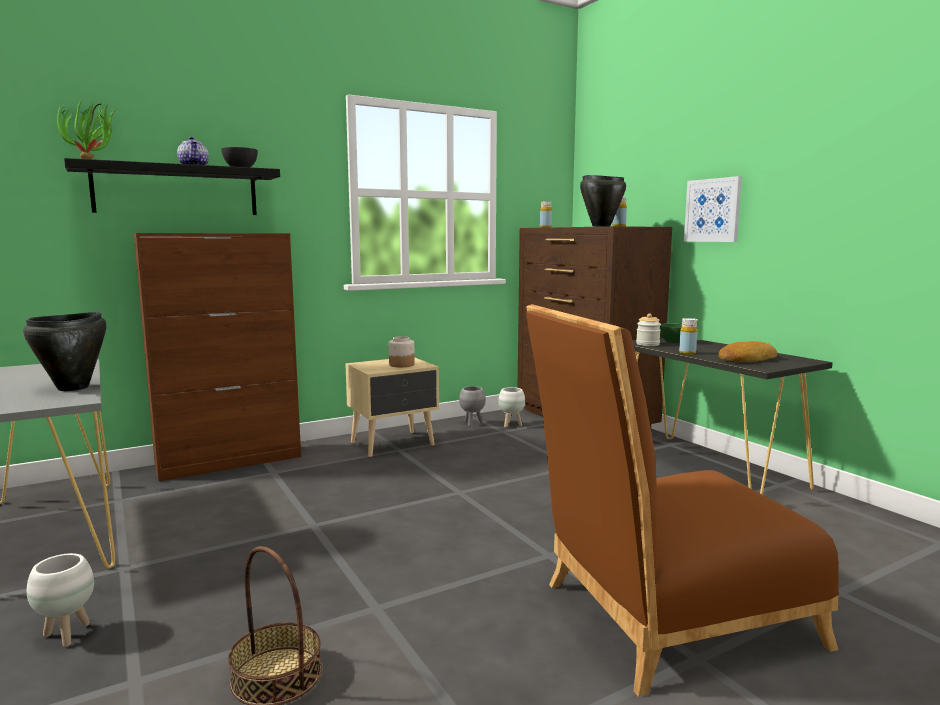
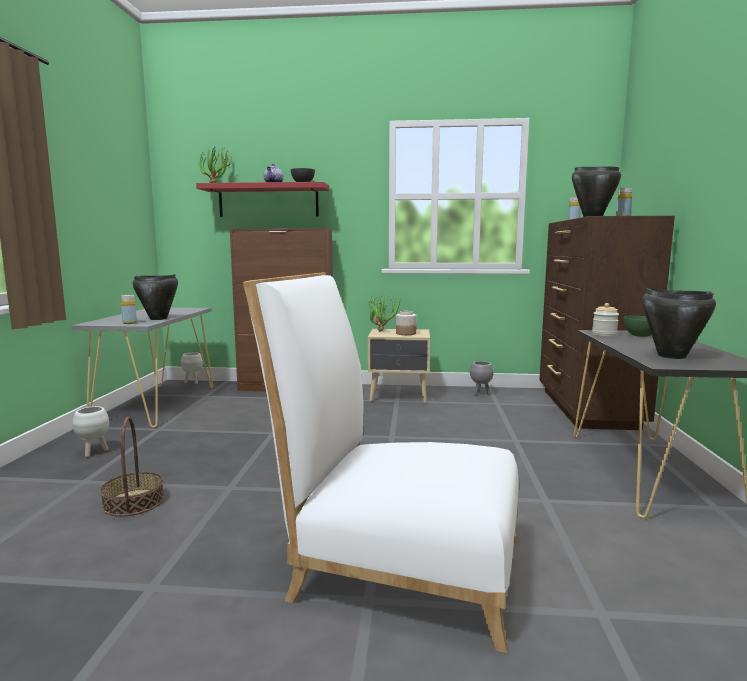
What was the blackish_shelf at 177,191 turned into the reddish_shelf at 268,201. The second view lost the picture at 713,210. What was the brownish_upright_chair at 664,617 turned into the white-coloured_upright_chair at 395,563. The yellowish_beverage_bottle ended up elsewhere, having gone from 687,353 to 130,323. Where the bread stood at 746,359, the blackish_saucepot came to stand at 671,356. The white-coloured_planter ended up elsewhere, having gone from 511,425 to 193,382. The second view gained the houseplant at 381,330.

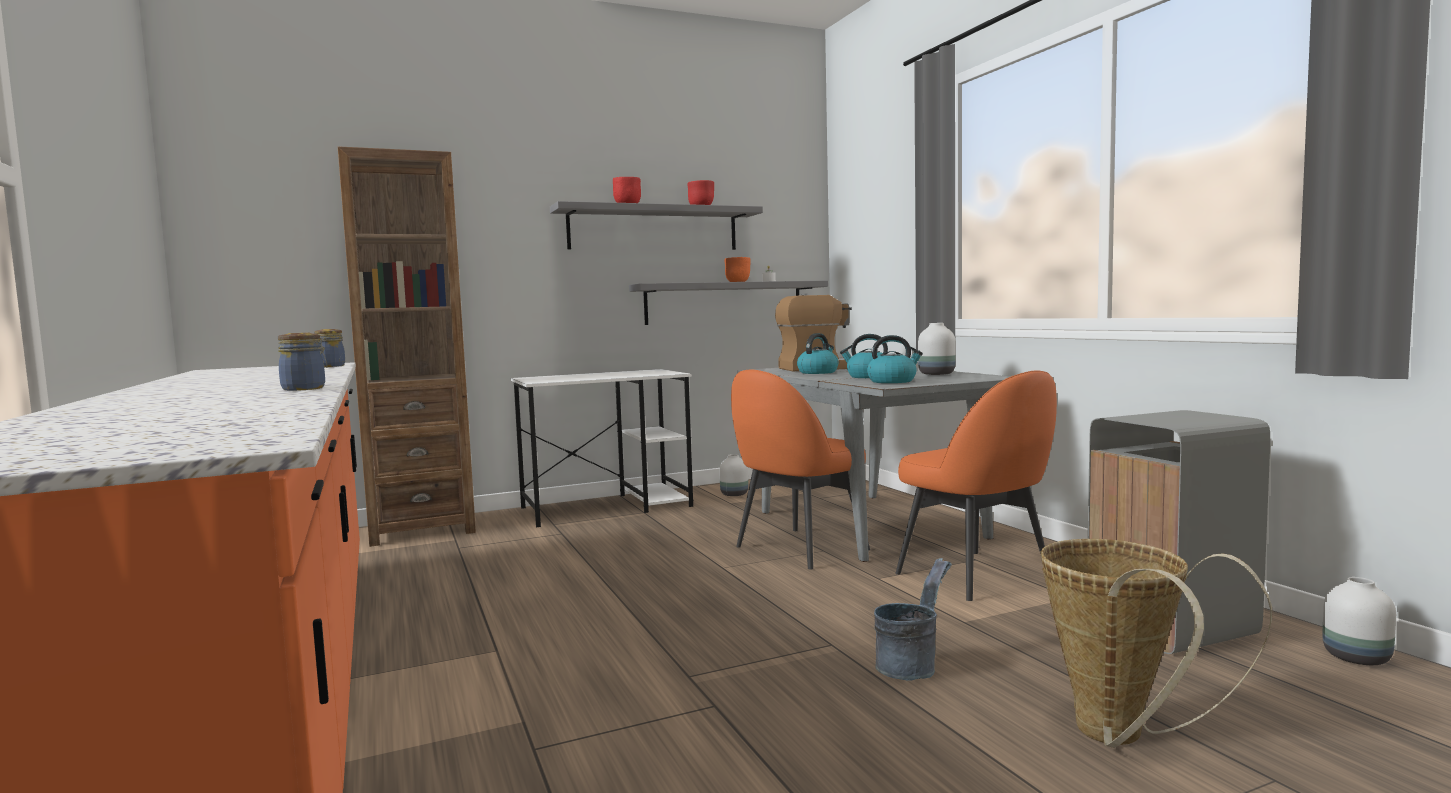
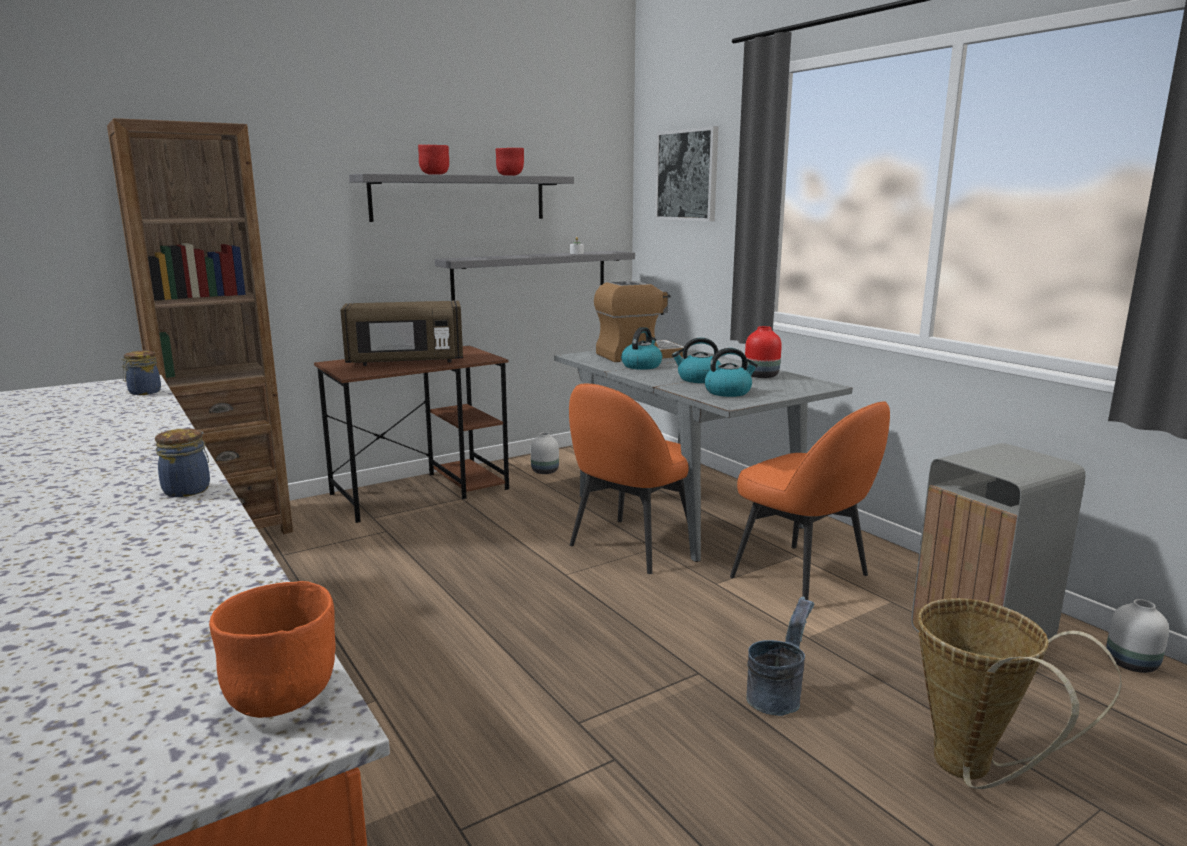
The orange_bowl ended up elsewhere, having gone from 738,282 to 286,698. What was the white-coloured_decorative_vase at 936,374 turned into the reddish_decorative_vase at 761,376. What was the white-coloured_desk at 607,507 turned into the brownish_desk at 421,491. The second view gained the picture at 687,175. The second view gained the brownish_microwave_oven at 405,362.

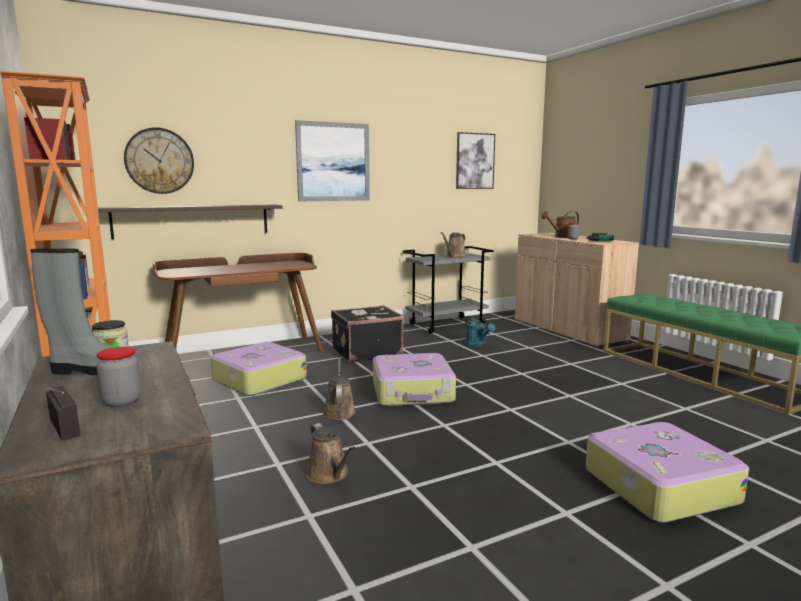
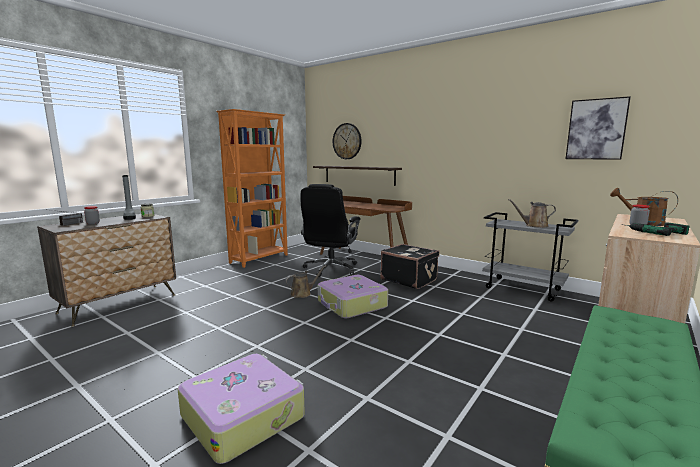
The second view lost the picture at 333,162. The second view lost the turquoise_watering_can at 477,345. Where the travel_case stood at 258,379, the blackish_desk_chair came to stand at 330,269. The second view lost the brownish_watering_can at 329,475.

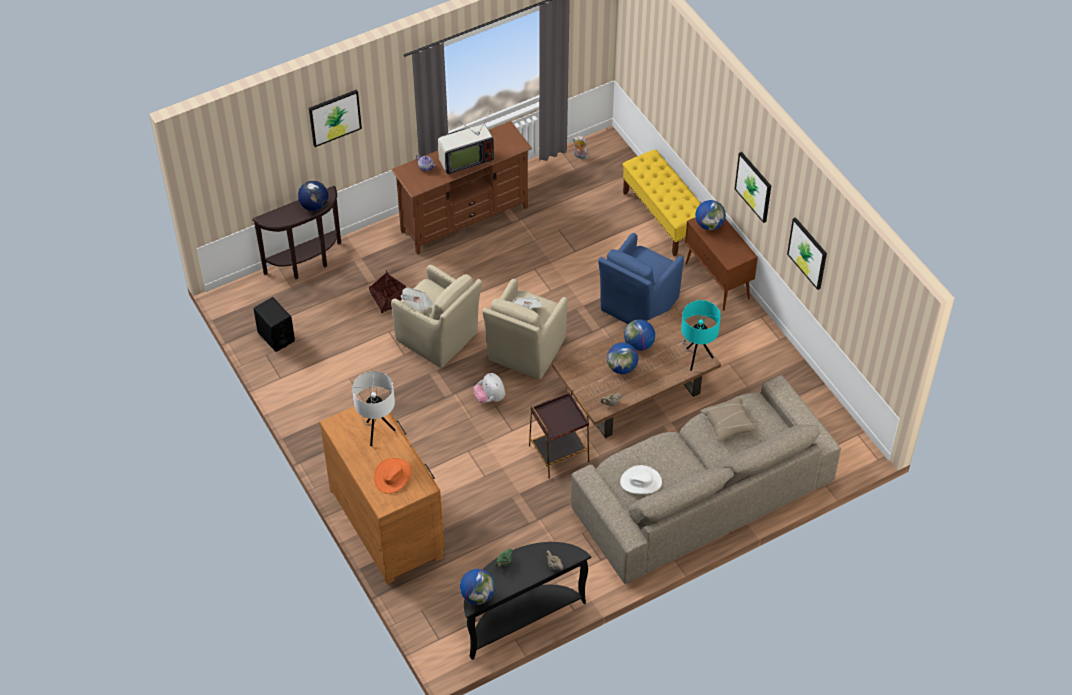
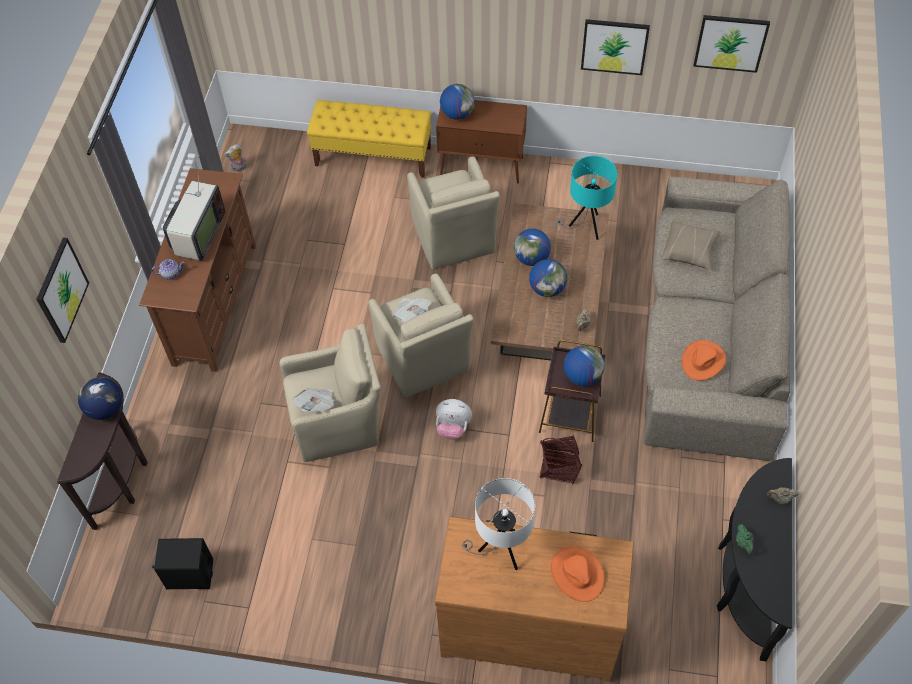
The picture ended up elsewhere, having gone from 754,186 to 730,42. What was the blue_lounge_chair at 638,305 turned into the beige_lounge_chair at 453,239. The basket ended up elsewhere, having gone from 388,301 to 559,467. What was the white-coloured_wearable_hat at 641,481 turned into the orange_wearable_hat at 703,361. The desk_globe ended up elsewhere, having gone from 478,595 to 582,376.

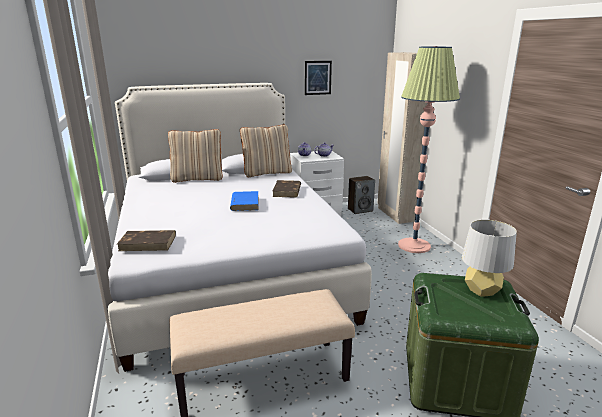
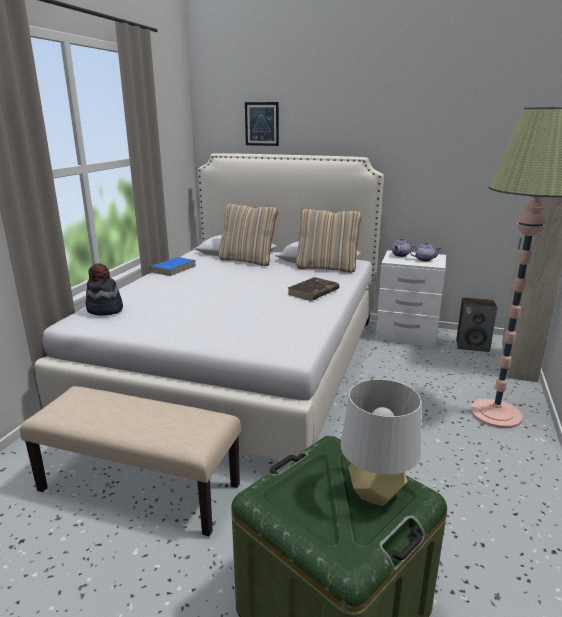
The picture ended up elsewhere, having gone from 317,77 to 261,124. The blue_volume ended up elsewhere, having gone from 244,203 to 173,268. Where the brownish_volume stood at 148,243, the wearable_hat came to stand at 105,310.

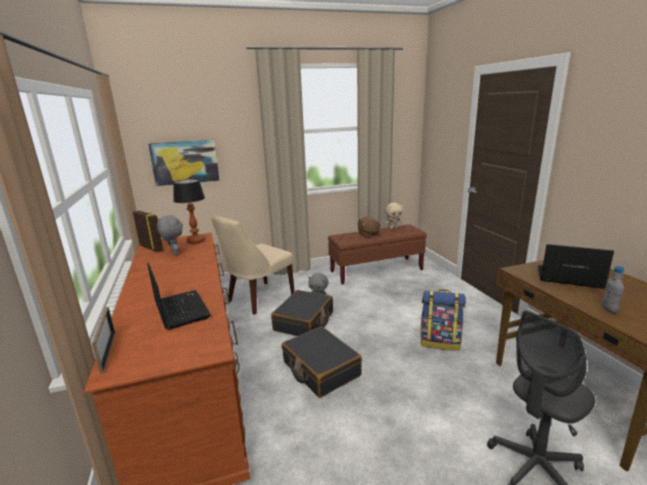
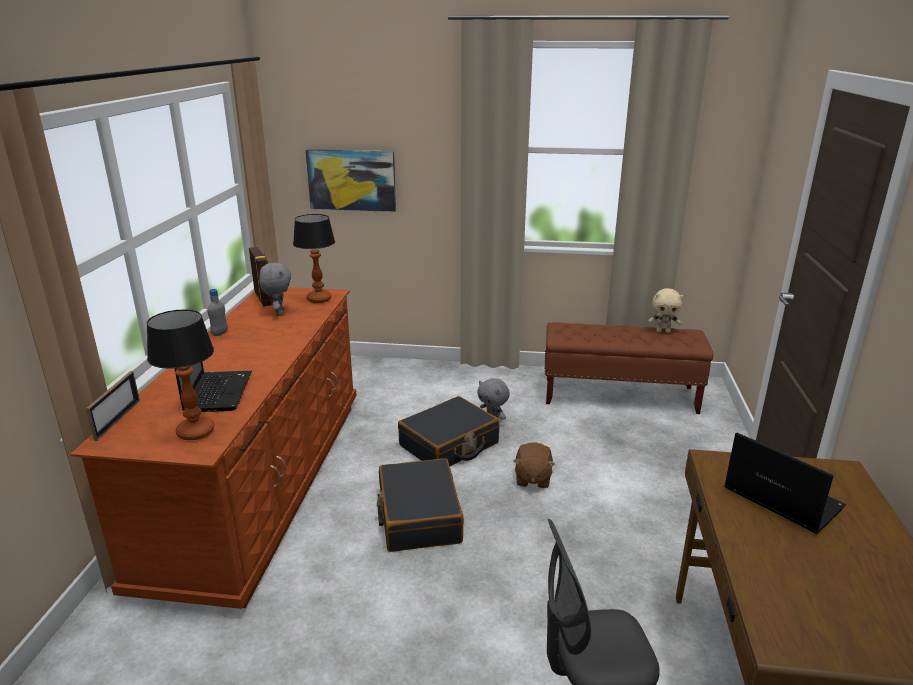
The second view lost the beige_upright_chair at 258,299. The brownish_plush_toy ended up elsewhere, having gone from 368,234 to 532,478. The grey_beverage_bottle ended up elsewhere, having gone from 609,310 to 220,333. The second view lost the backpack at 440,342. The second view gained the table_lamp at 195,432.

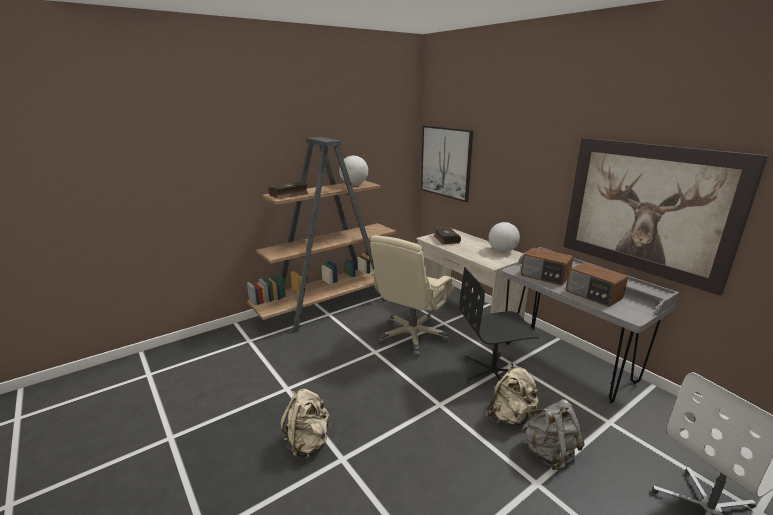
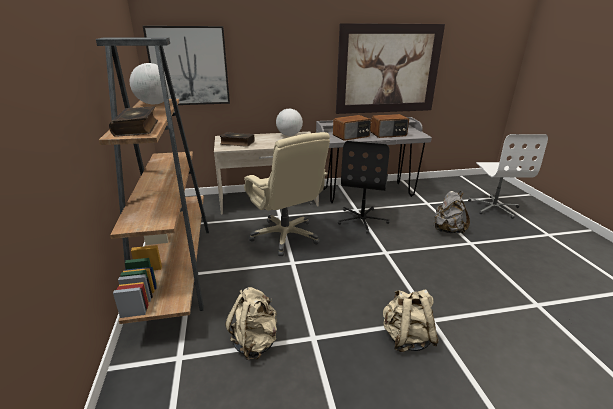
The beige_backpack ended up elsewhere, having gone from 510,417 to 255,342.

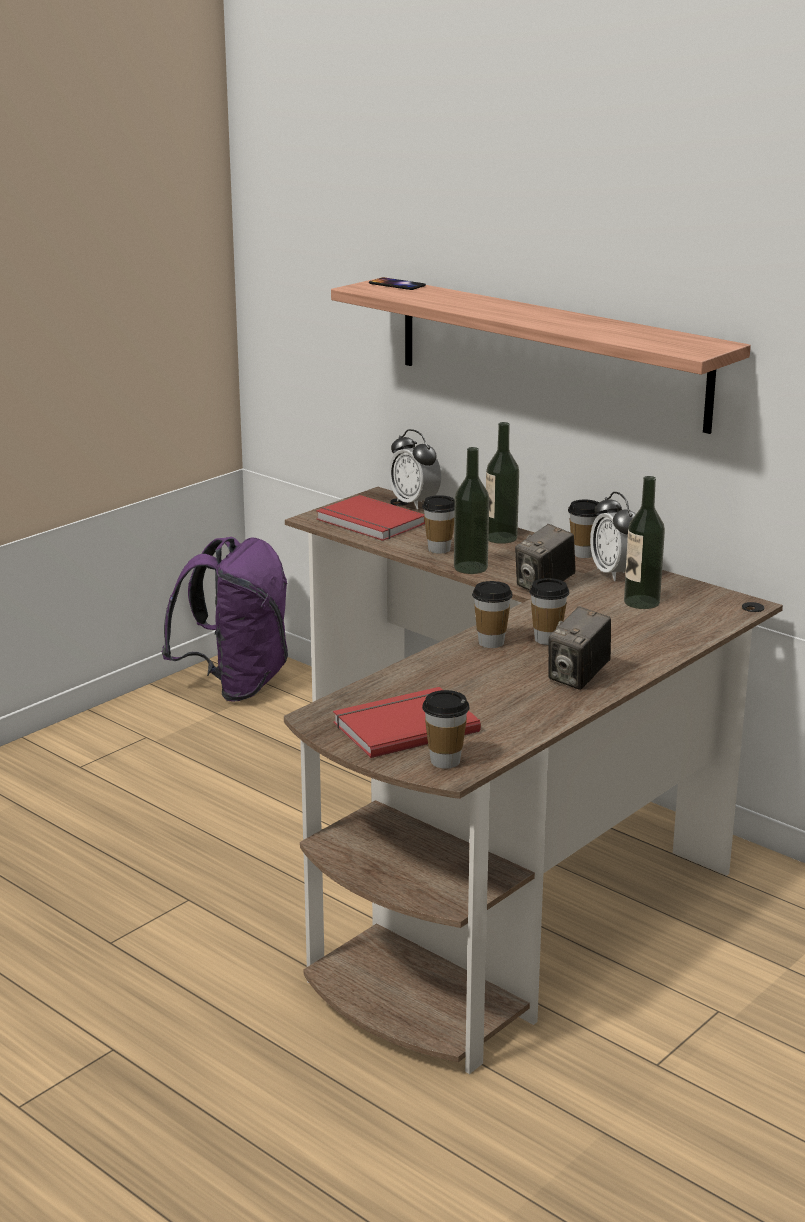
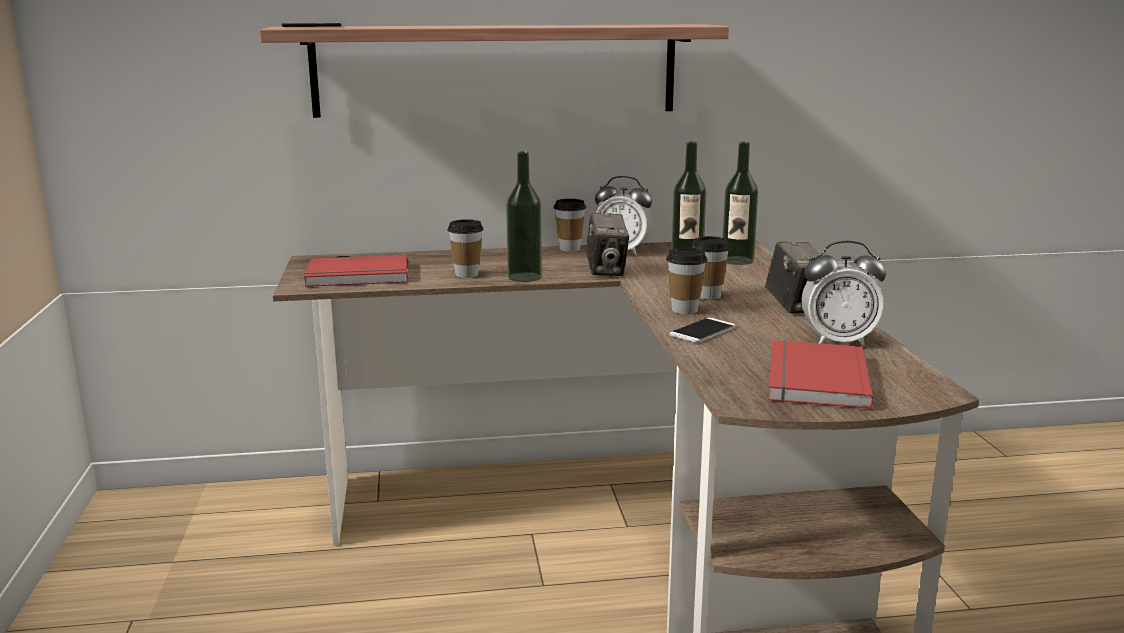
The beverage_bottle ended up elsewhere, having gone from 501,538 to 737,260. The alarm_clock ended up elsewhere, having gone from 414,503 to 838,341. The second view lost the purple_backpack at 236,685. The second view lost the small_cup at 445,761. The second view gained the telephone at 702,331.

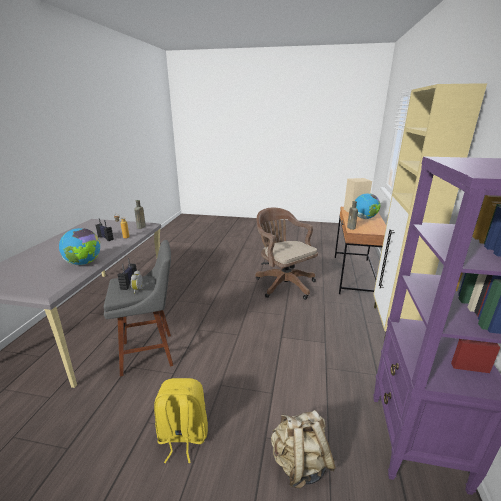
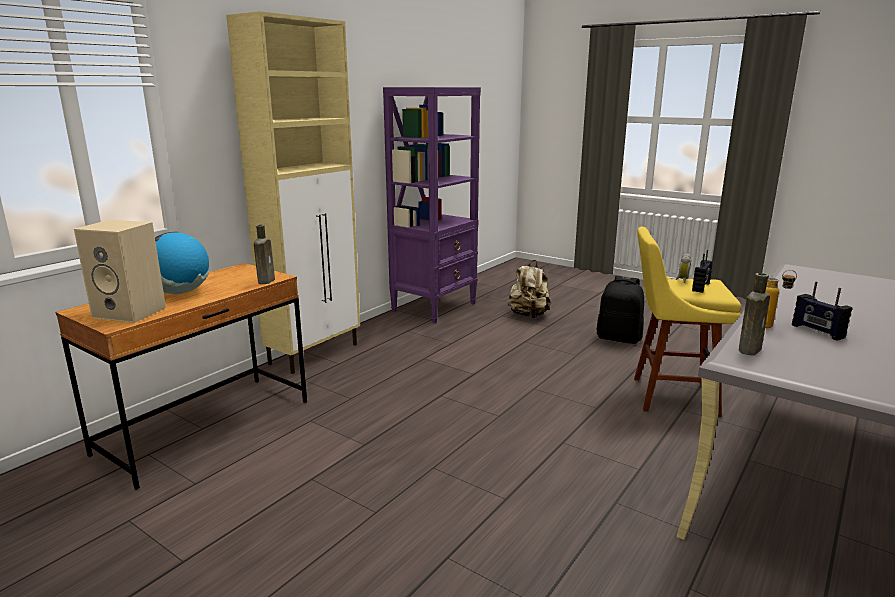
The second view lost the brownish_desk_chair at 283,283. The second view lost the desk_globe at 84,263. What was the grey_stool_seat at 151,353 turned into the yellowish_stool_seat at 669,396. What was the yellowish_backpack at 182,436 turned into the blackish_backpack at 619,338.

